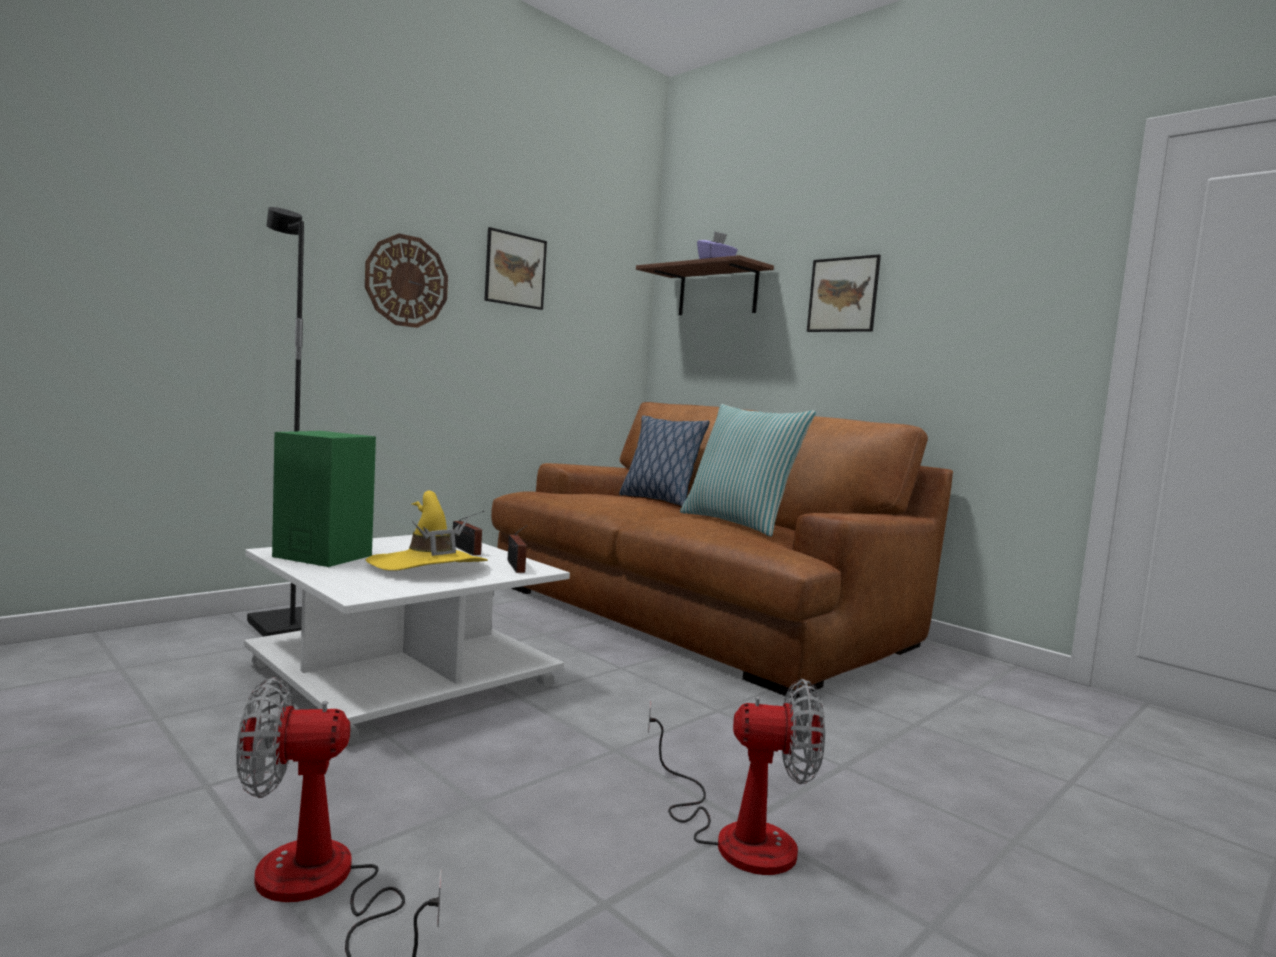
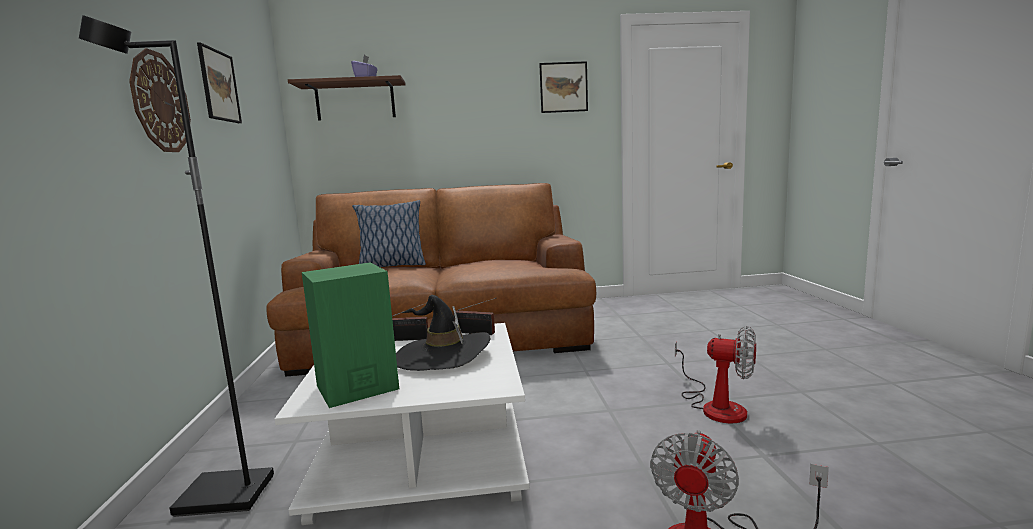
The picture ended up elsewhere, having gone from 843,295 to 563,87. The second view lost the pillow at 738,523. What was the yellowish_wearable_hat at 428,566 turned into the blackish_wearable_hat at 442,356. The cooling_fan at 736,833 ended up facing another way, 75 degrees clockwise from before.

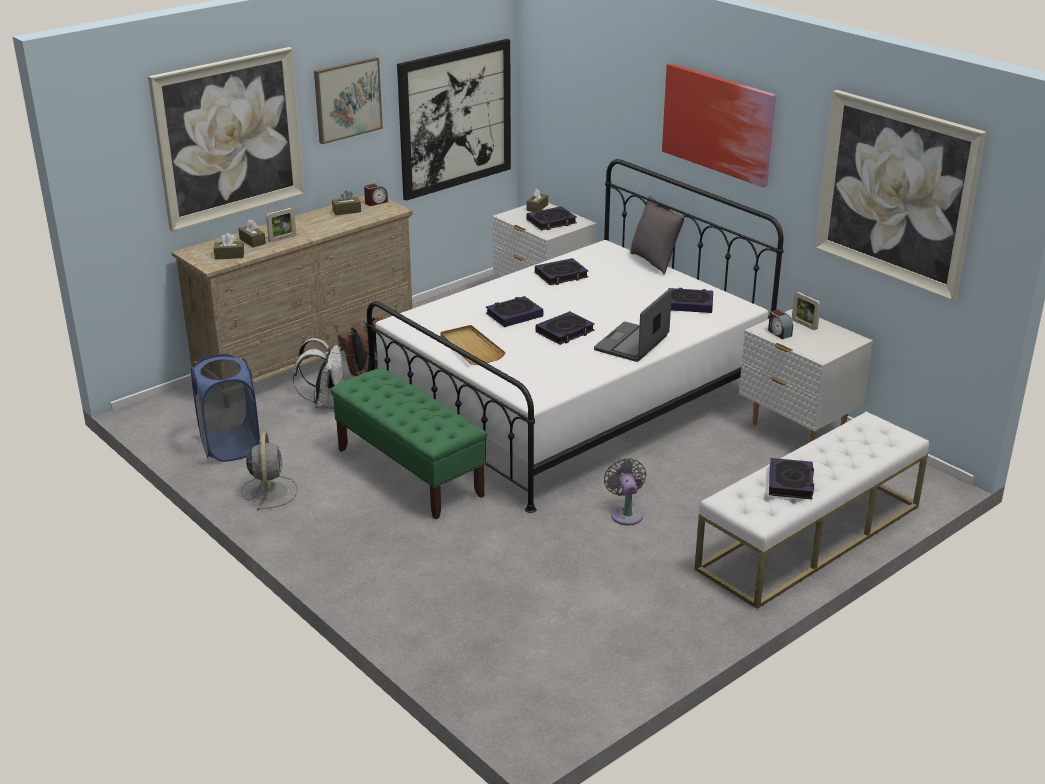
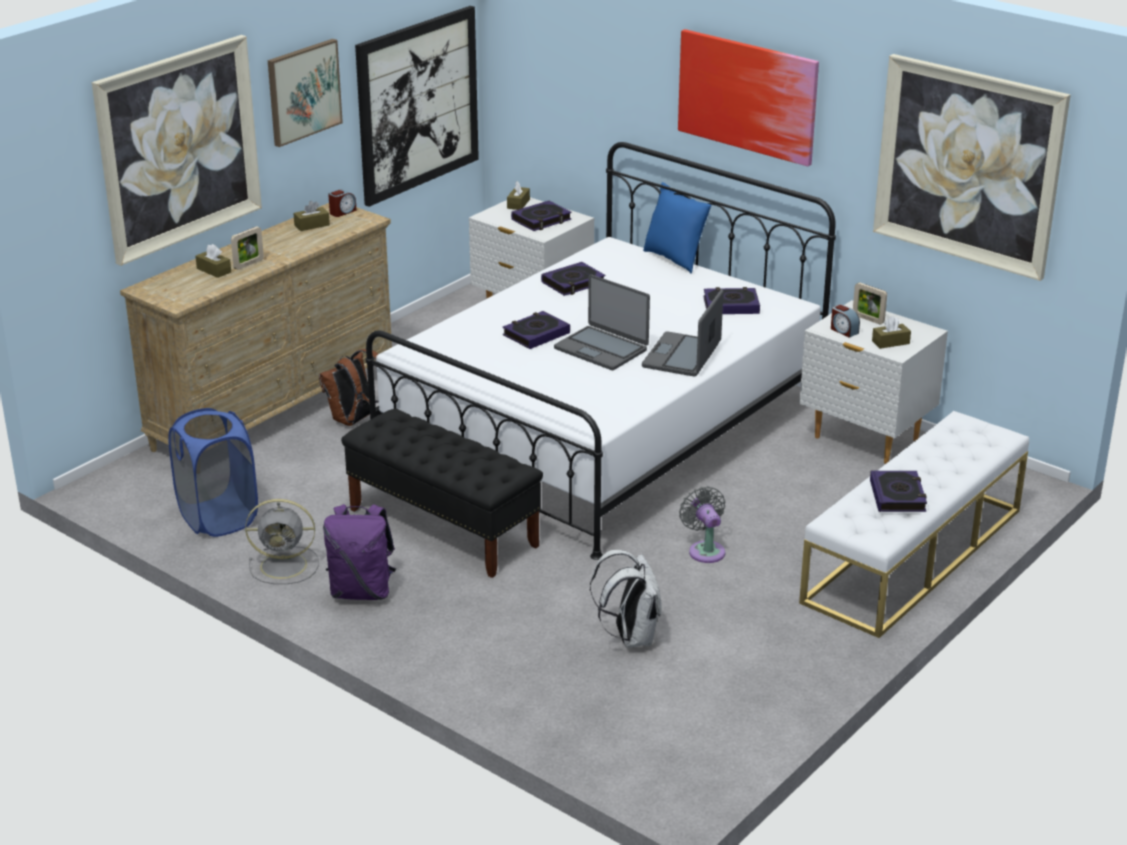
What was the grey_pillow at 655,262 turned into the blue_pillow at 675,259. The brownish_box_of_tissues ended up elsewhere, having gone from 229,255 to 890,342. Where the volume stood at 565,332, the portable_computer came to stand at 601,349. The second view lost the beige_tray at 471,348. The white-coloured_backpack ended up elsewhere, having gone from 325,403 to 630,637. What was the greenish_bench at 410,472 turned into the blackish_bench at 444,528. The grey_cooling_fan at 269,491 ended up facing another way, 105 degrees clockwise from before. The second view gained the purple_backpack at 362,591.

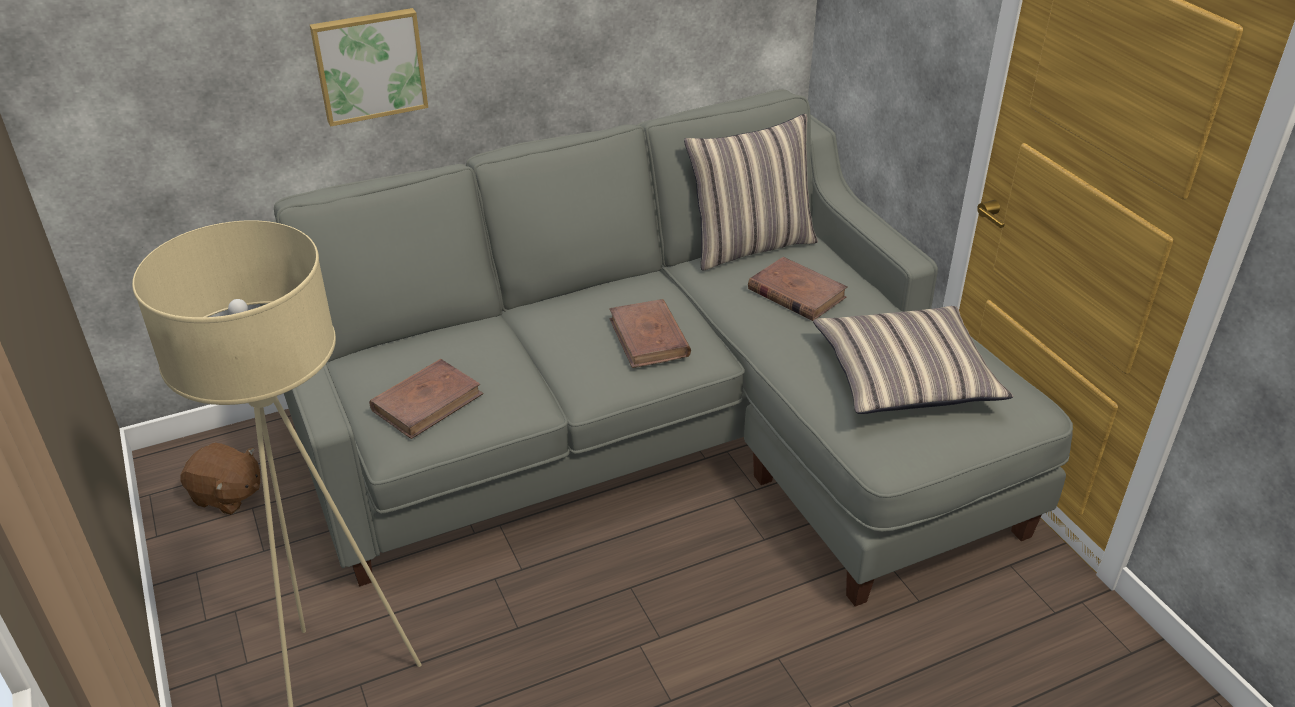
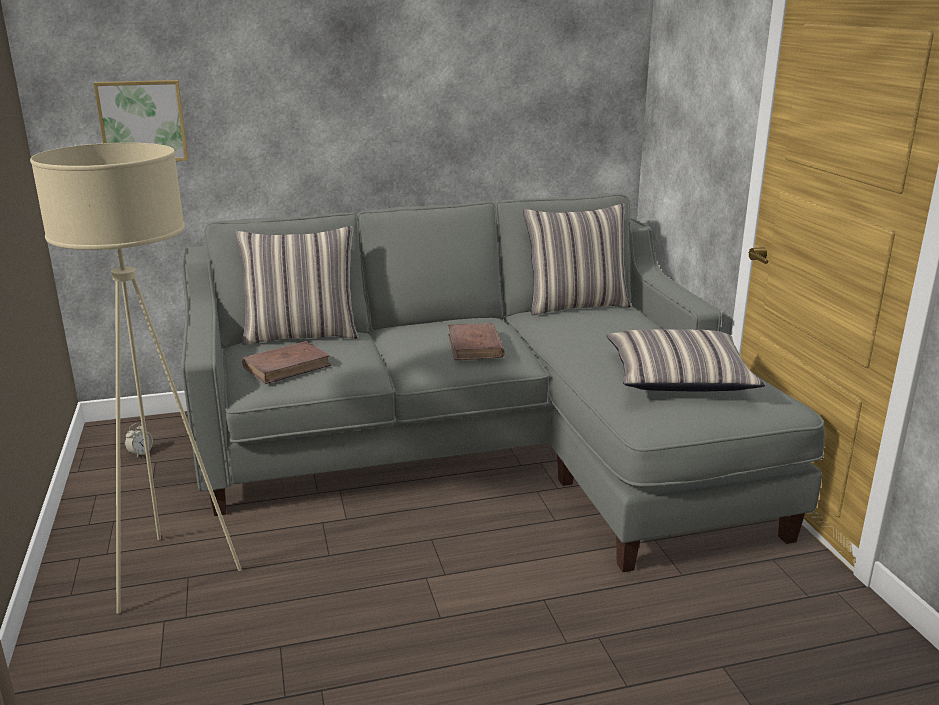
The picture ended up elsewhere, having gone from 369,65 to 142,121. The second view lost the brownish_volume at 796,293. Where the brownish_plush_toy stood at 227,495, the alarm_clock came to stand at 140,453. The second view gained the pillow at 302,335.

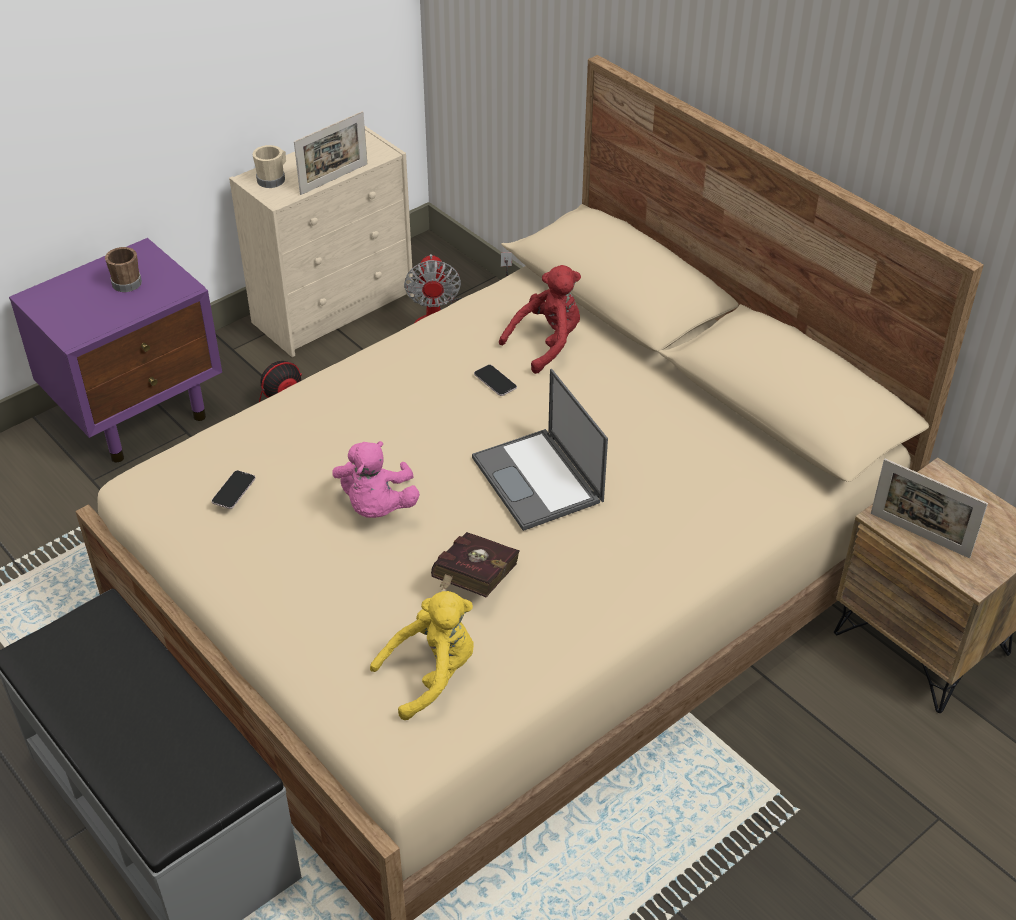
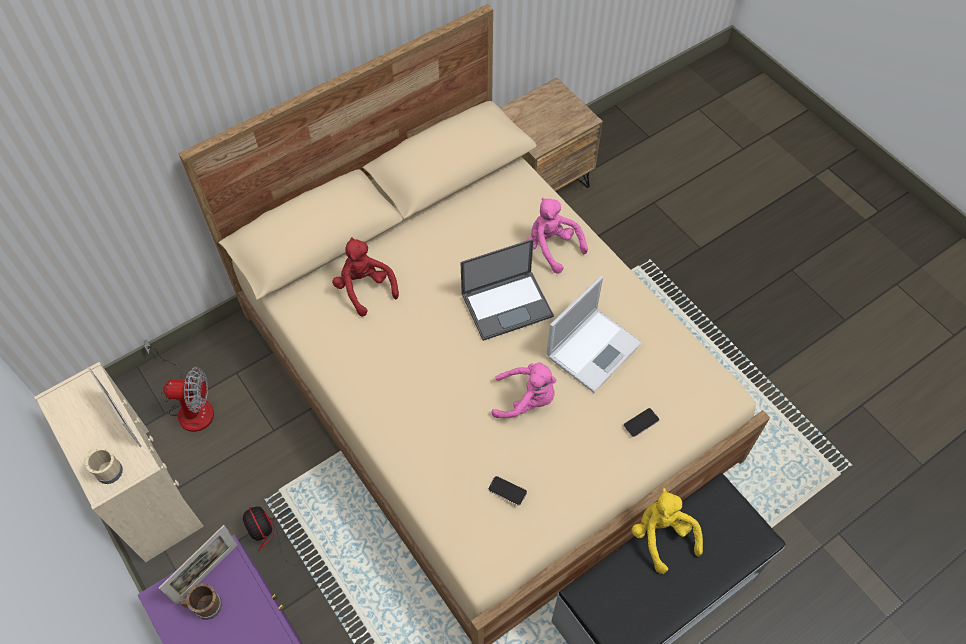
The telephone ended up elsewhere, having gone from 495,381 to 641,422. The picture_frame ended up elsewhere, having gone from 919,535 to 207,574. Where the reddish_volume stood at 473,583, the portable_computer came to stand at 594,348. The yellowish_plush_toy ended up elsewhere, having gone from 431,675 to 662,536. The second view gained the pinkish_plush_toy at 551,247.

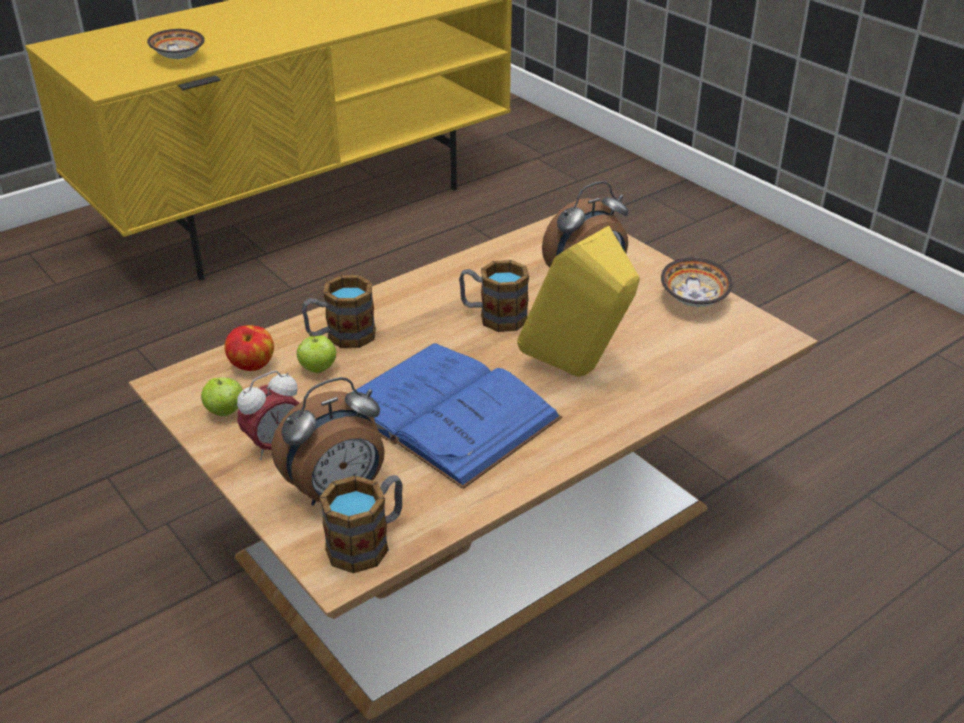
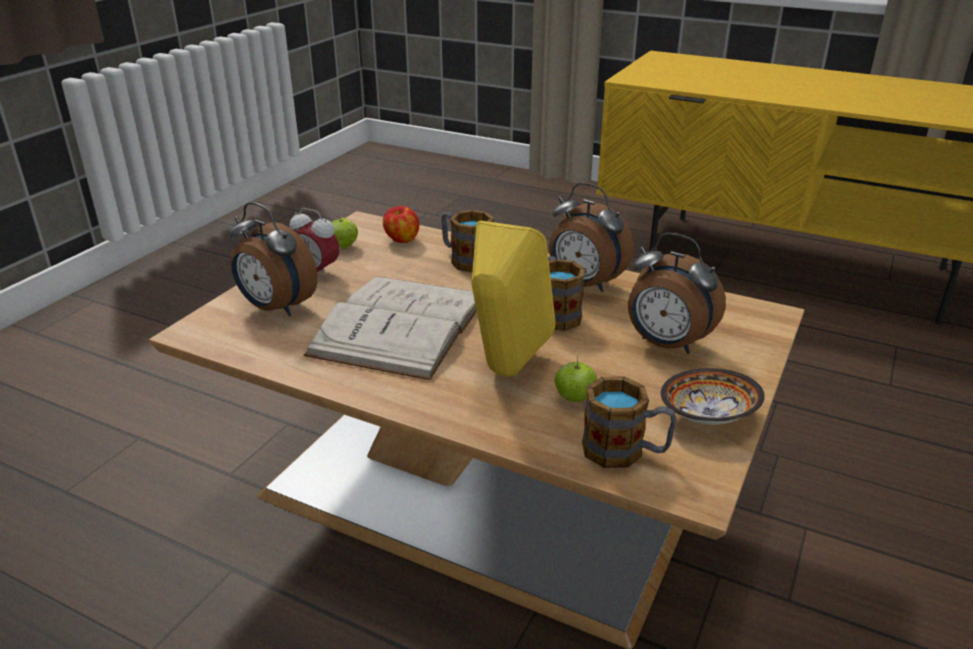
The second view lost the bowl at 179,57. The apple ended up elsewhere, having gone from 318,369 to 574,398. What was the blue_volume at 446,412 turned into the white-coloured_volume at 400,325. The tea_mug ended up elsewhere, having gone from 368,542 to 625,452. The second view gained the alarm_clock at 584,285.

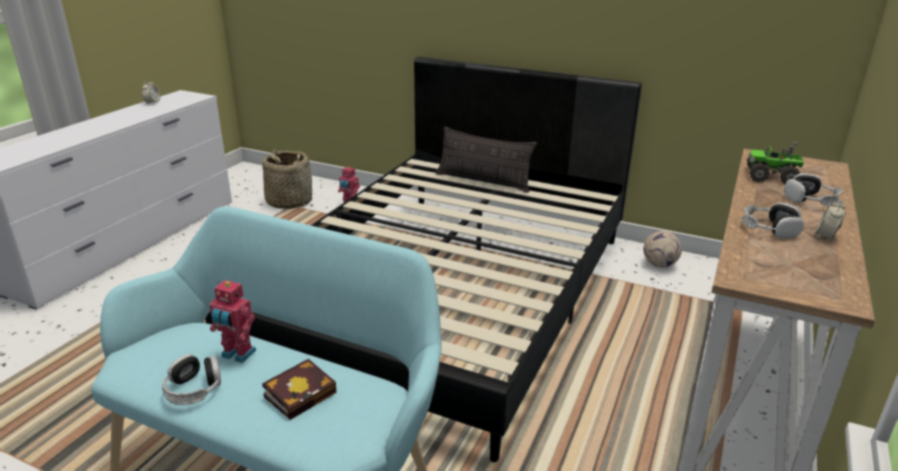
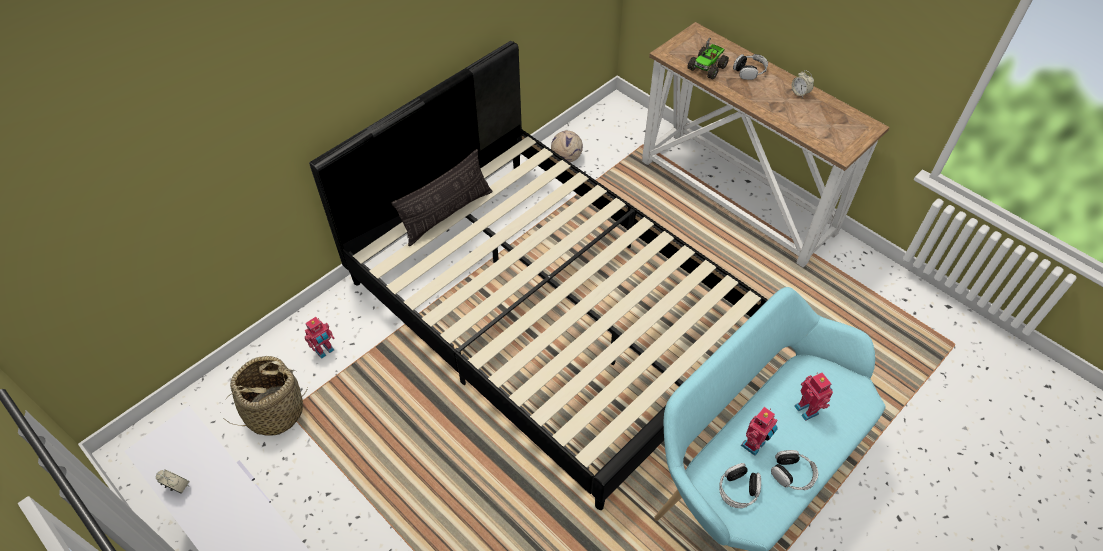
The pair_of_headphones ended up elsewhere, having gone from 769,229 to 738,489. Where the volume stood at 302,392, the robot_figure came to stand at 808,409.

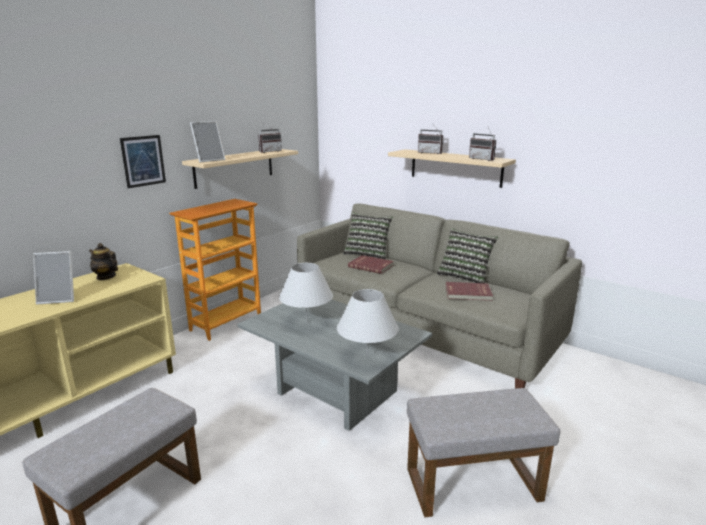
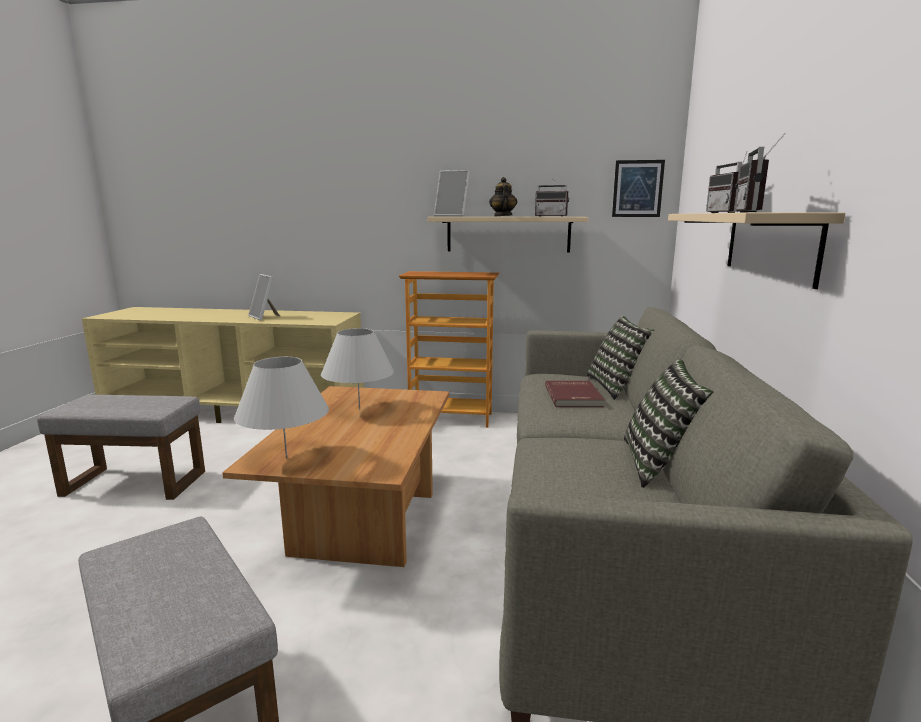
The picture ended up elsewhere, having gone from 143,161 to 637,188. The pot_for_tea ended up elsewhere, having gone from 106,277 to 502,216. The second view lost the reddish_volume at 468,293. What was the grey_low_table at 334,393 turned into the brownish_low_table at 362,520.

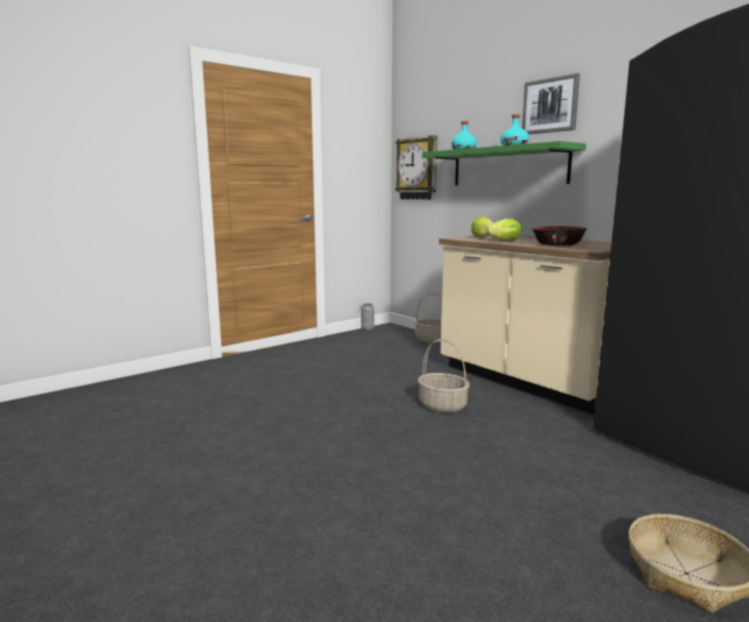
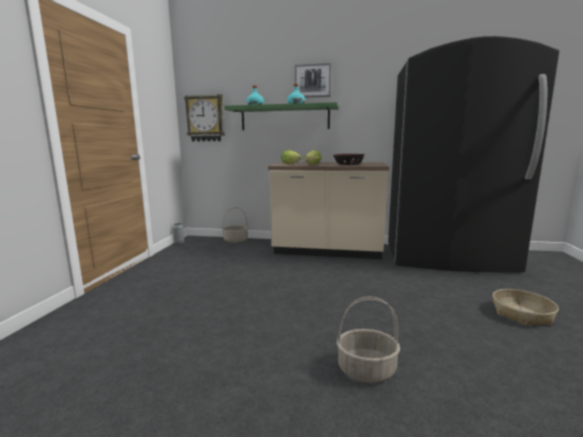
The basket ended up elsewhere, having gone from 443,406 to 367,369.

